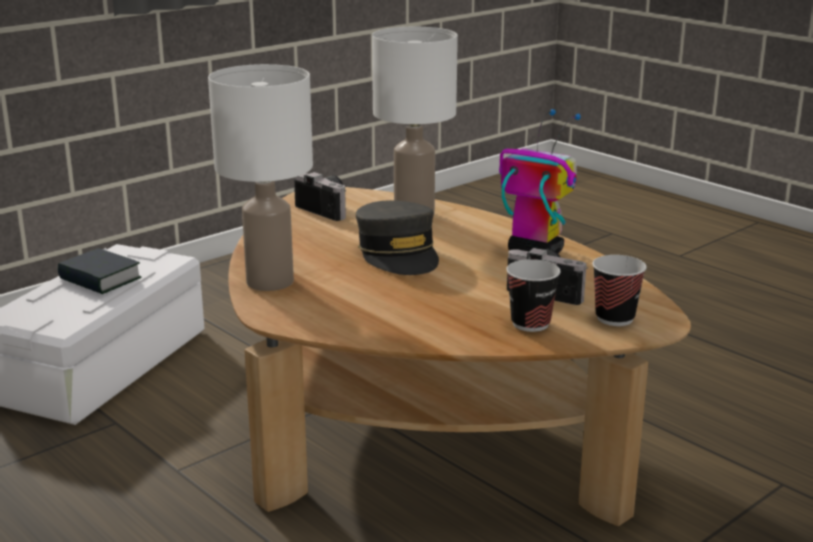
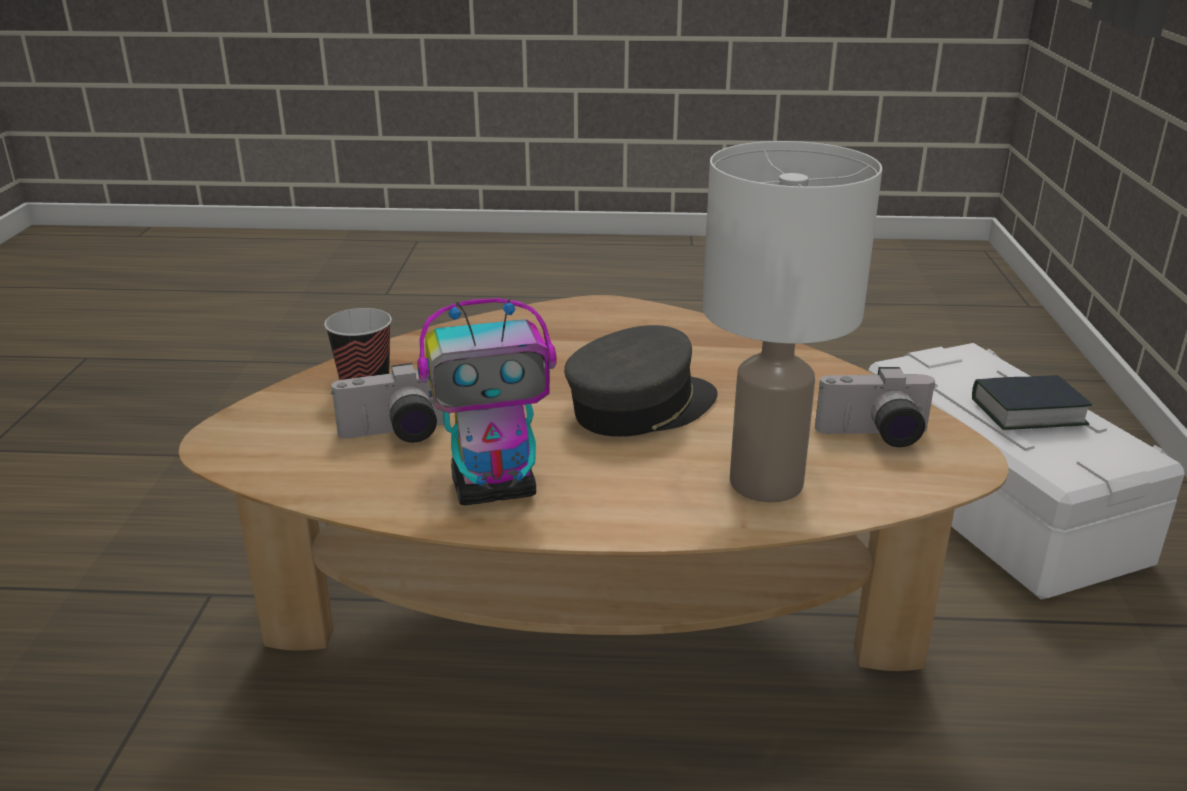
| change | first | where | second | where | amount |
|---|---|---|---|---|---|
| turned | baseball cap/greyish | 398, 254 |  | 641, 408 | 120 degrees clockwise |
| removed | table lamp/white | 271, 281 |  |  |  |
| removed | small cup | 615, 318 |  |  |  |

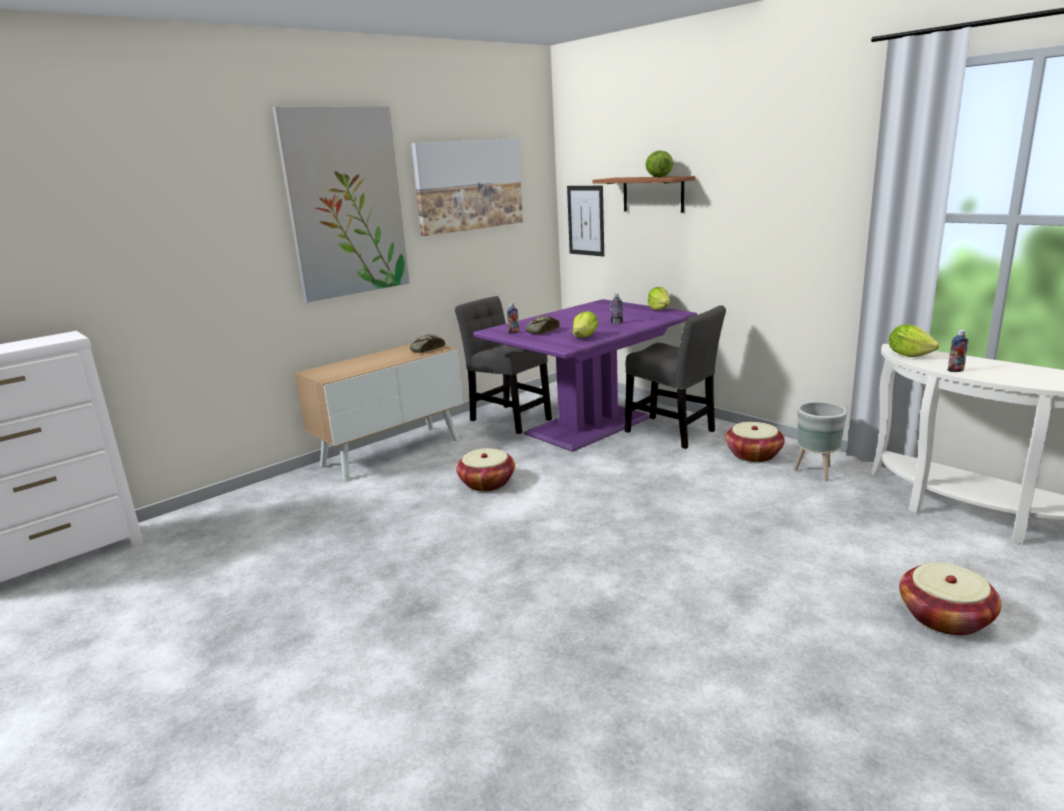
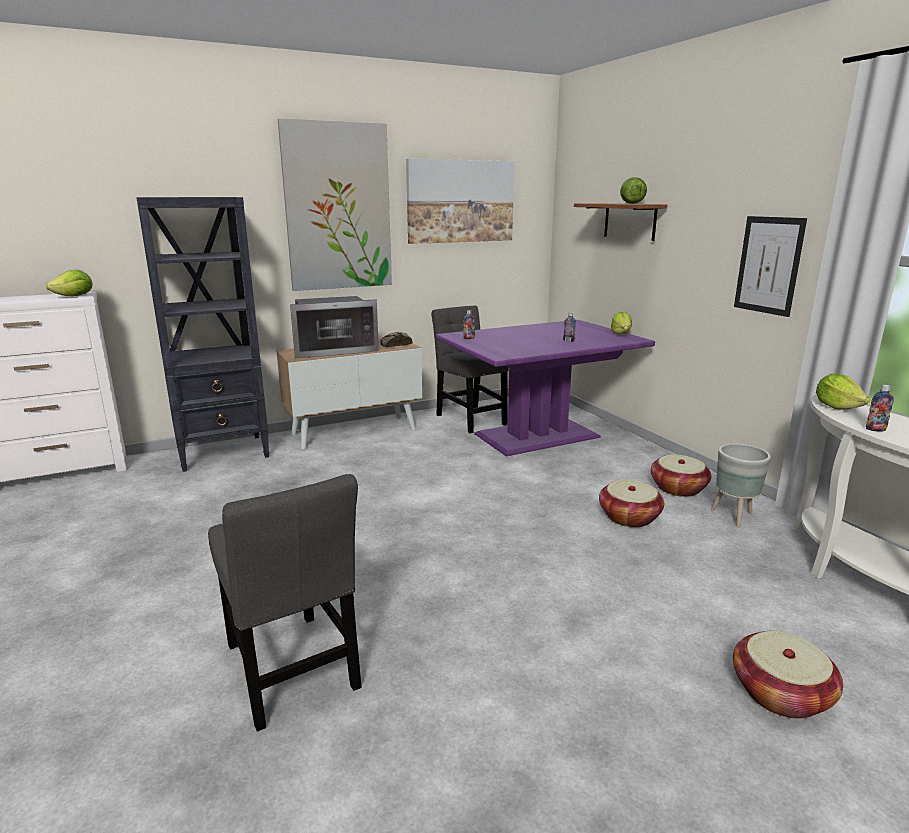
| change | first | where | second | where | amount |
|---|---|---|---|---|---|
| moved | lettuce | 584, 337 |  | 74, 296 |  |
| added |  |  | shelving unit/black-coloured | 224, 453 |  |
| moved | upright chair/greyish | 673, 433 |  | 292, 672 |  |
| added |  |  | microwave | 334, 350 |  |
| moved | household basket | 487, 483 |  | 629, 517 |  |
| moved | wall art | 586, 220 |  | 768, 265 |  |
| removed | baked bread | 541, 331 |  |  |  |

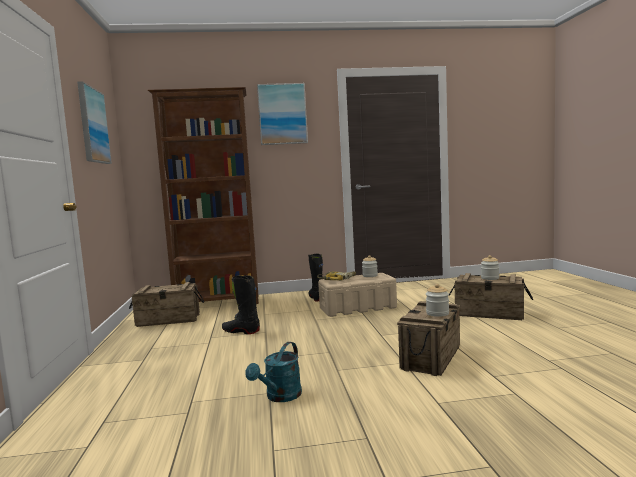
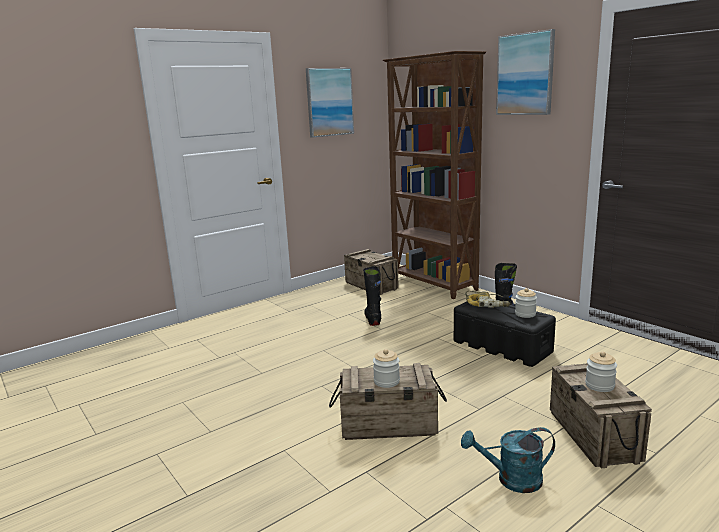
| change | first | where | second | where | amount |
|---|---|---|---|---|---|
| recoloured | storage bin/sand-coloured | 358, 308 | storage bin/black-coloured | 502, 347 |  |
| moved | sprinkling can/blue-green | 280, 397 |  | 511, 480 |  |

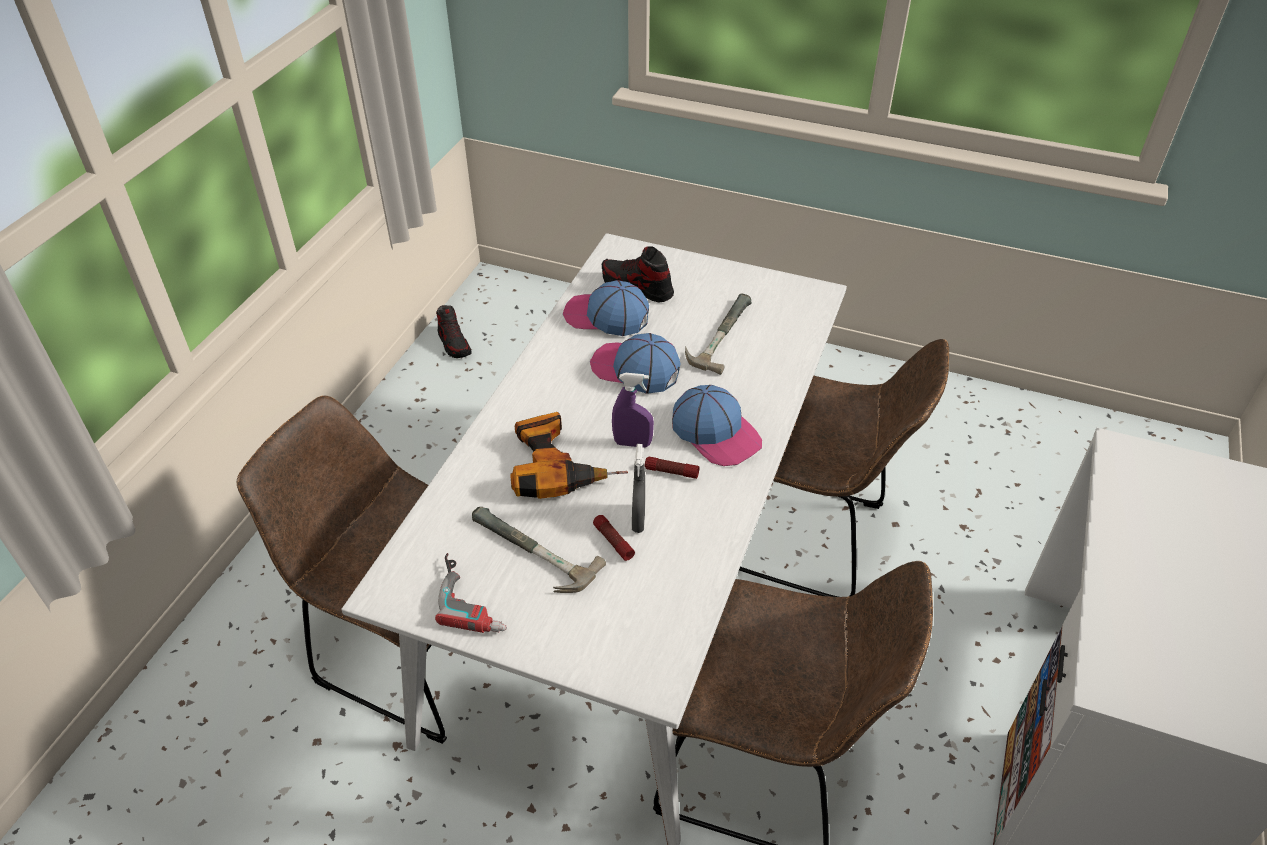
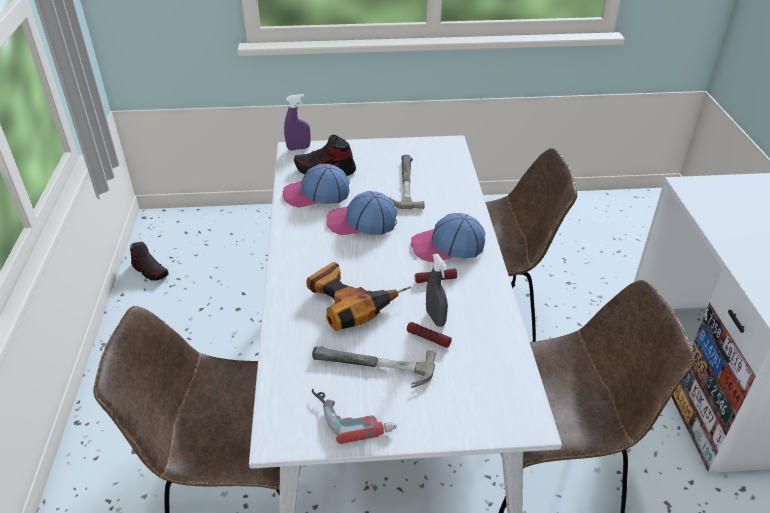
| change | first | where | second | where | amount |
|---|---|---|---|---|---|
| moved | hand sprayer/purple-coloured | 632, 443 |  | 298, 148 |  |
| turned | baseball cap | 716, 433 |  | 447, 246 | 150 degrees clockwise |

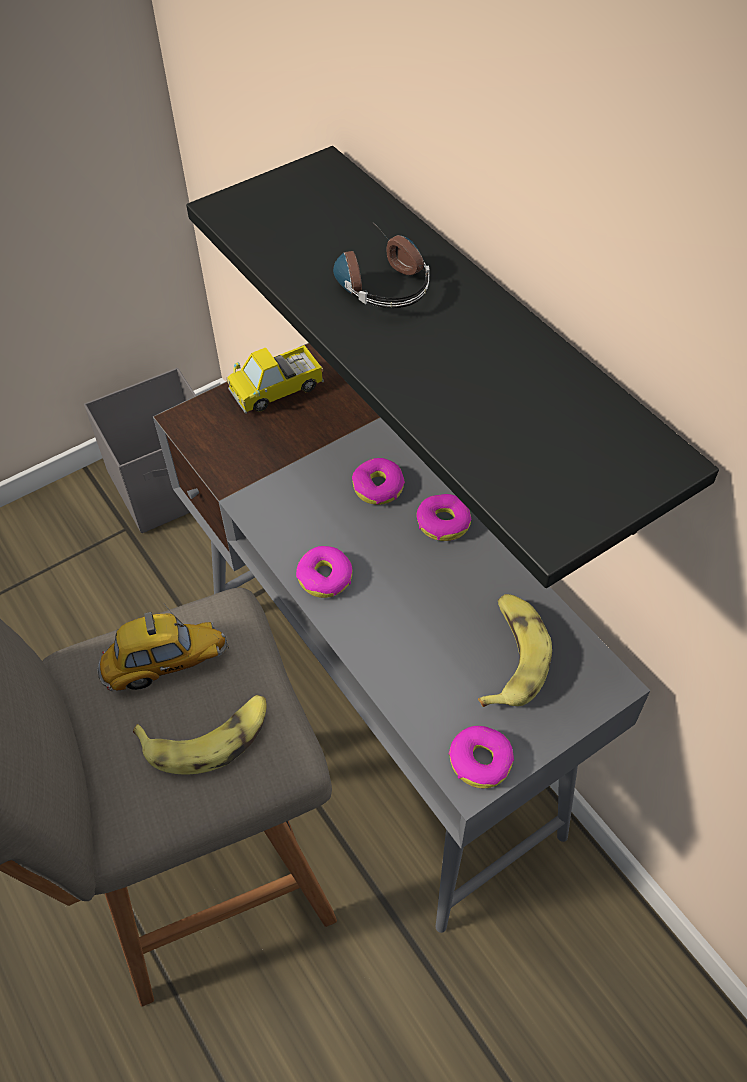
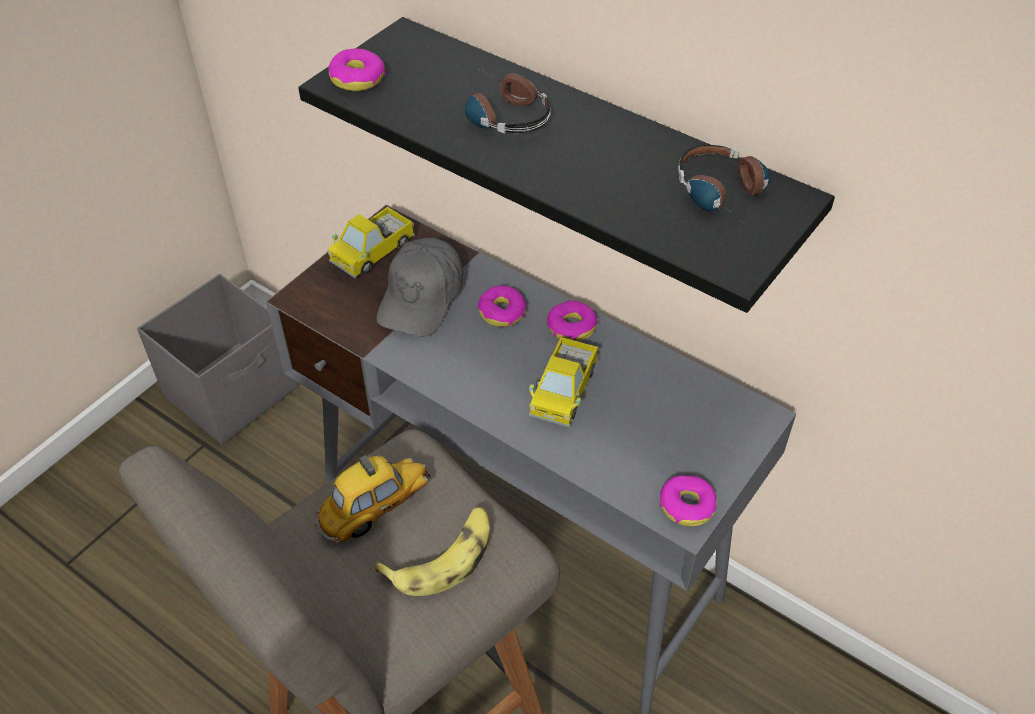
| change | first | where | second | where | amount |
|---|---|---|---|---|---|
| moved | doughnut | 325, 578 |  | 357, 78 |  |
| added |  |  | baseball cap/greyish | 422, 297 |  |
| added |  |  | toy lorry | 564, 391 |  |
| added |  |  | pair of headphones | 726, 196 |  |
| removed | whole banana | 511, 656 |  |  |  |

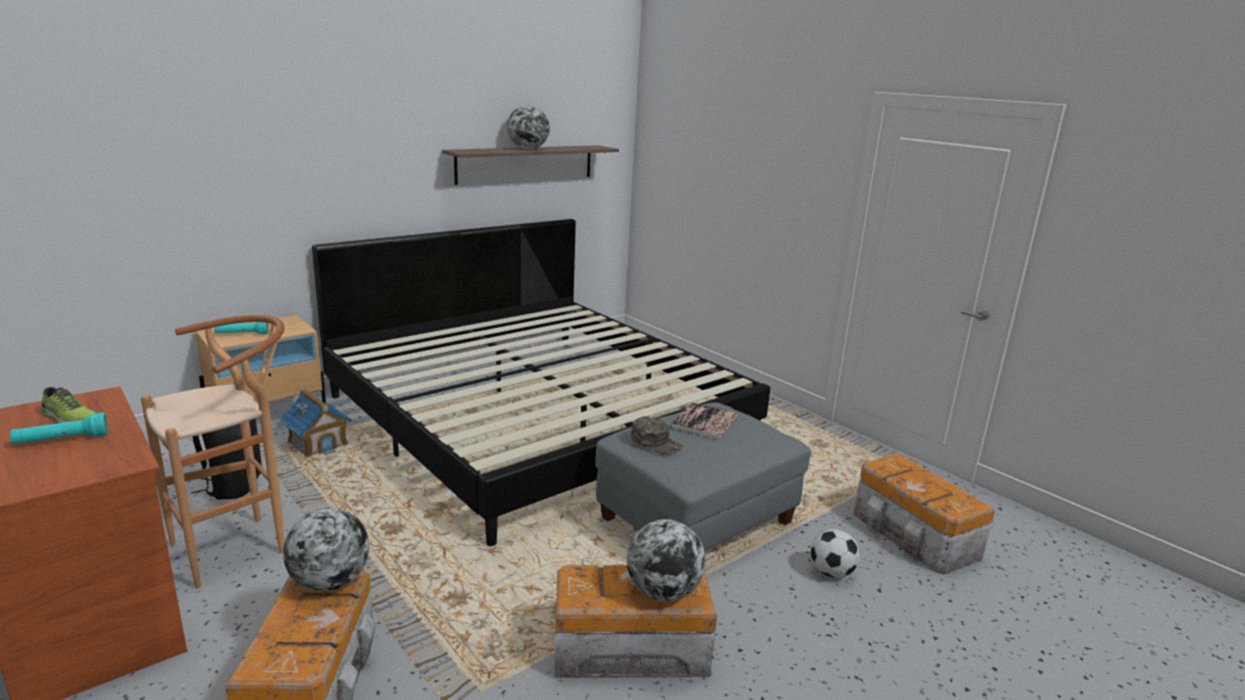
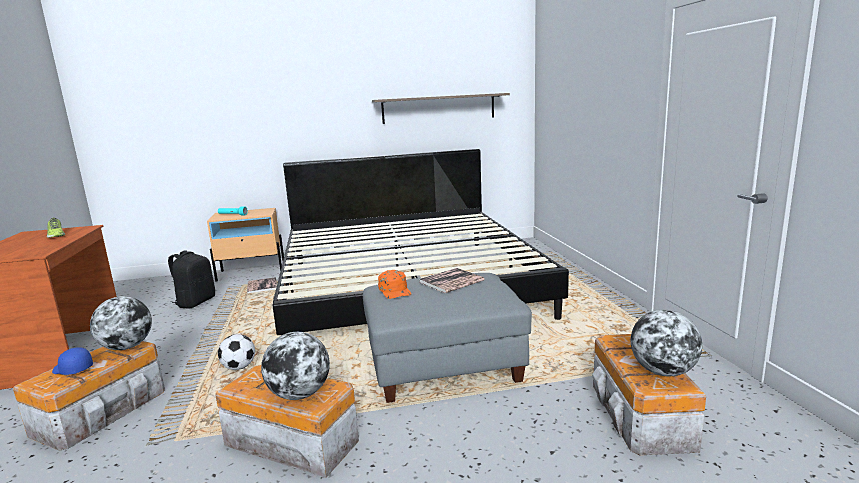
| change | first | where | second | where | amount |
|---|---|---|---|---|---|
| added |  |  | baseball cap/bluish | 72, 369 |  |
| moved | football ball | 831, 572 |  | 239, 367 |  |
| replaced | toy house | 318, 443 | book | 262, 286 |  |
| recoloured | baseball cap/greenish | 656, 442 | baseball cap/orange-coloured | 395, 290 |  |
| moved | globe | 528, 149 |  | 663, 371 |  |
| removed | torch/blue-green | 62, 440 |  |  |  |
| removed | sitting stool/brownish | 240, 545 |  |  |  |

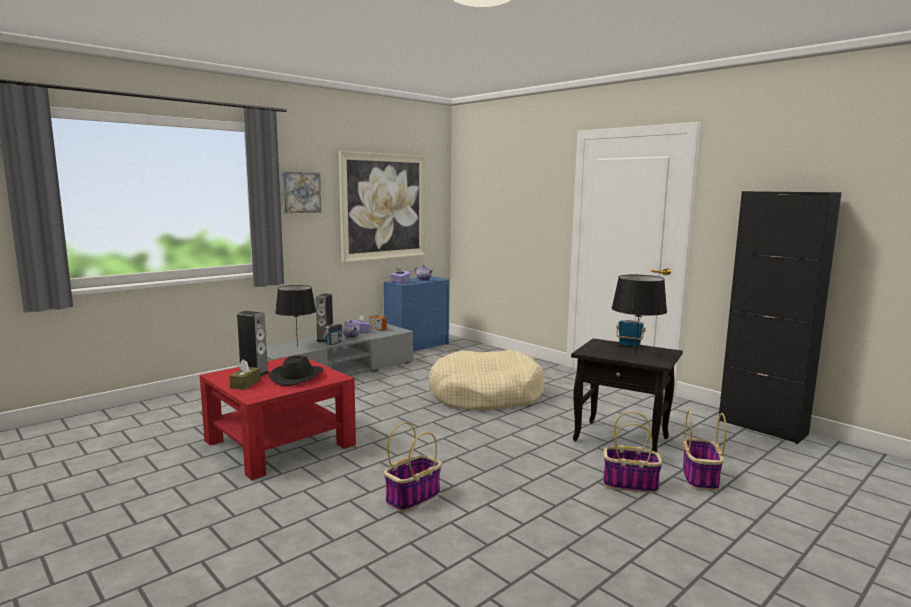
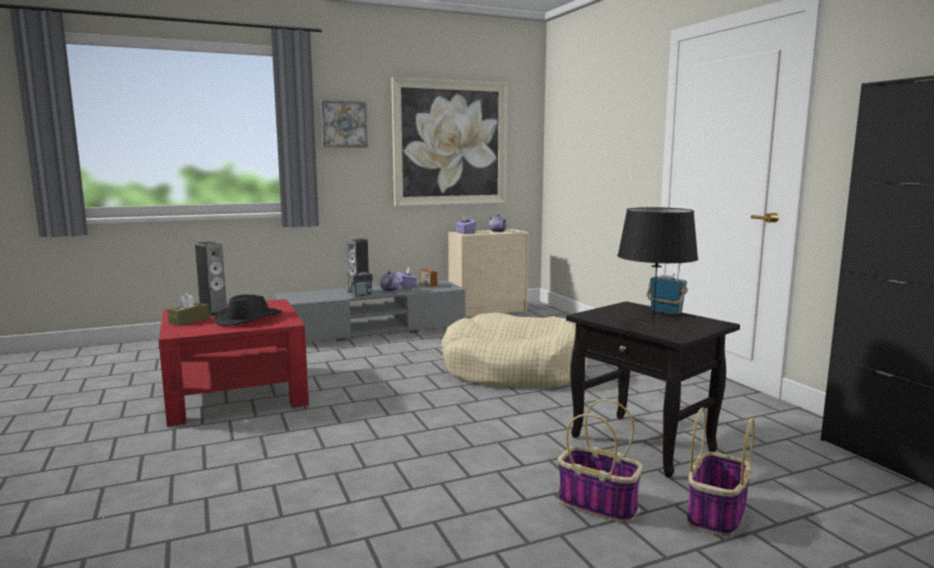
| change | first | where | second | where | amount |
|---|---|---|---|---|---|
| recoloured | dresser/bluish | 417, 346 | dresser/sand-coloured | 488, 311 |  |
| removed | table lamp/black-coloured | 297, 346 |  |  |  |
| removed | household basket | 413, 497 |  |  |  |

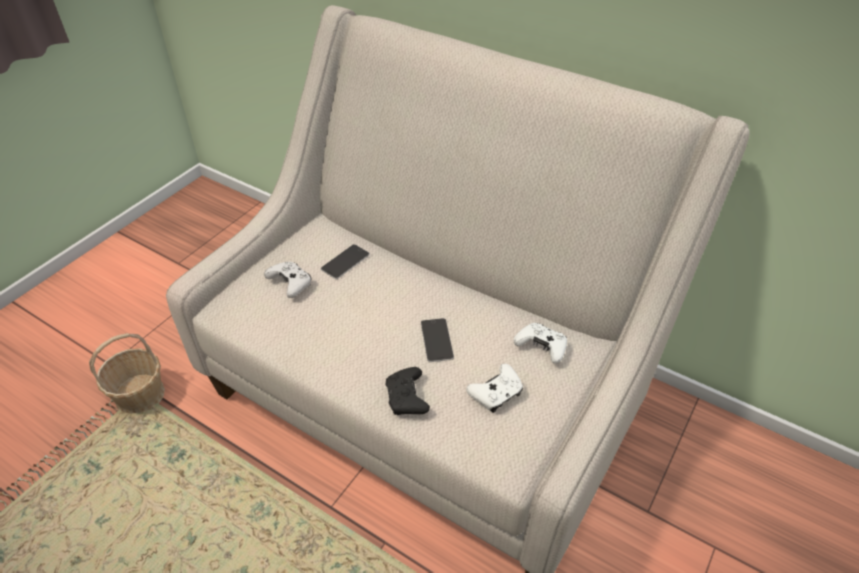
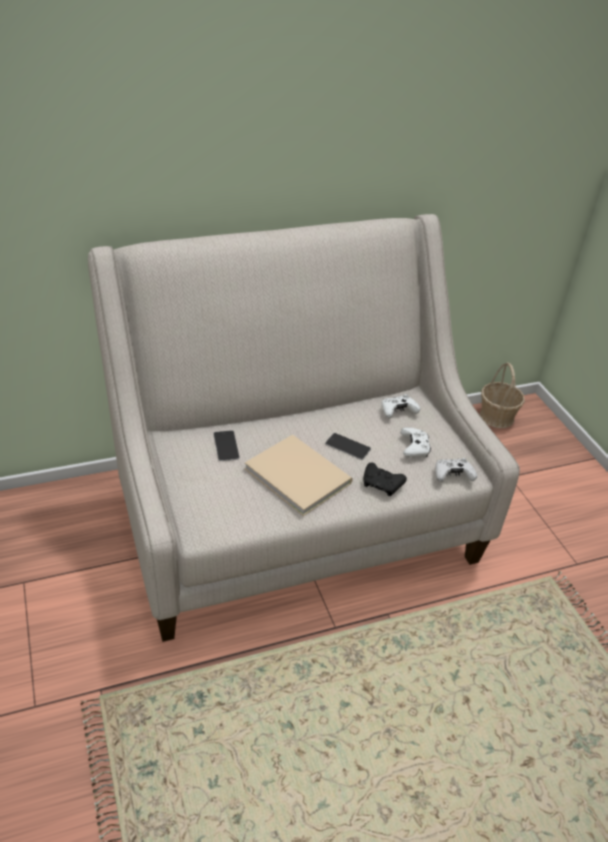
| change | first | where | second | where | amount |
|---|---|---|---|---|---|
| added |  |  | book/sand-coloured | 297, 473 |  |
| moved | game controller/white | 290, 284 |  | 452, 475 |  |
| moved | household basket | 140, 395 |  | 497, 416 |  |

